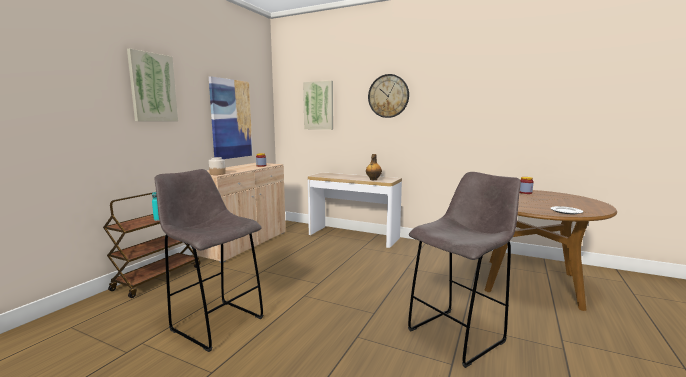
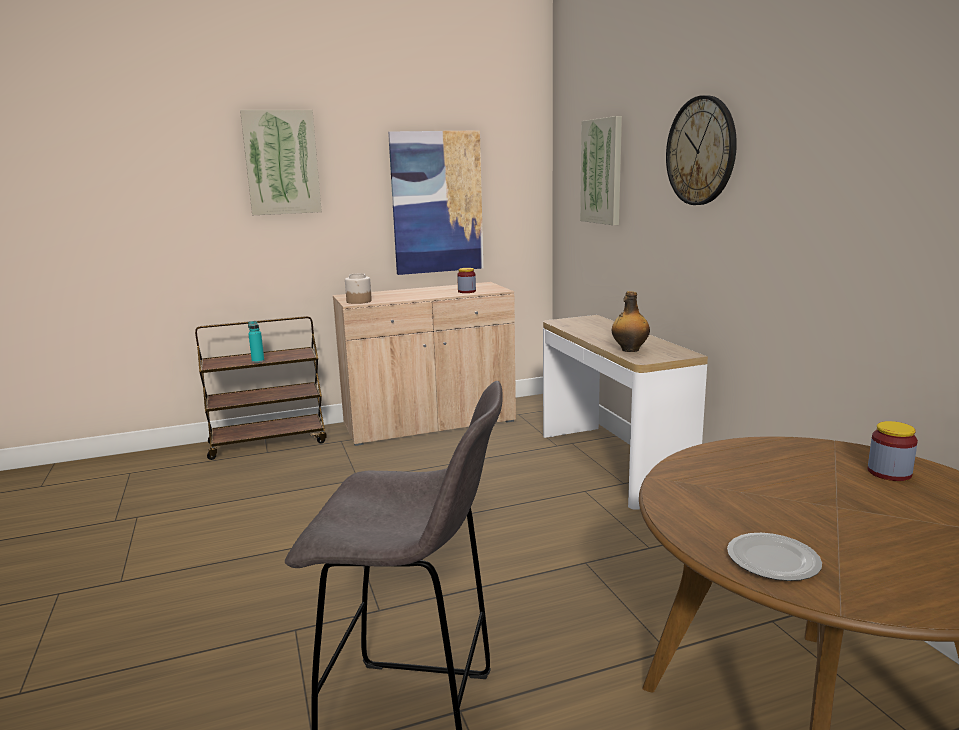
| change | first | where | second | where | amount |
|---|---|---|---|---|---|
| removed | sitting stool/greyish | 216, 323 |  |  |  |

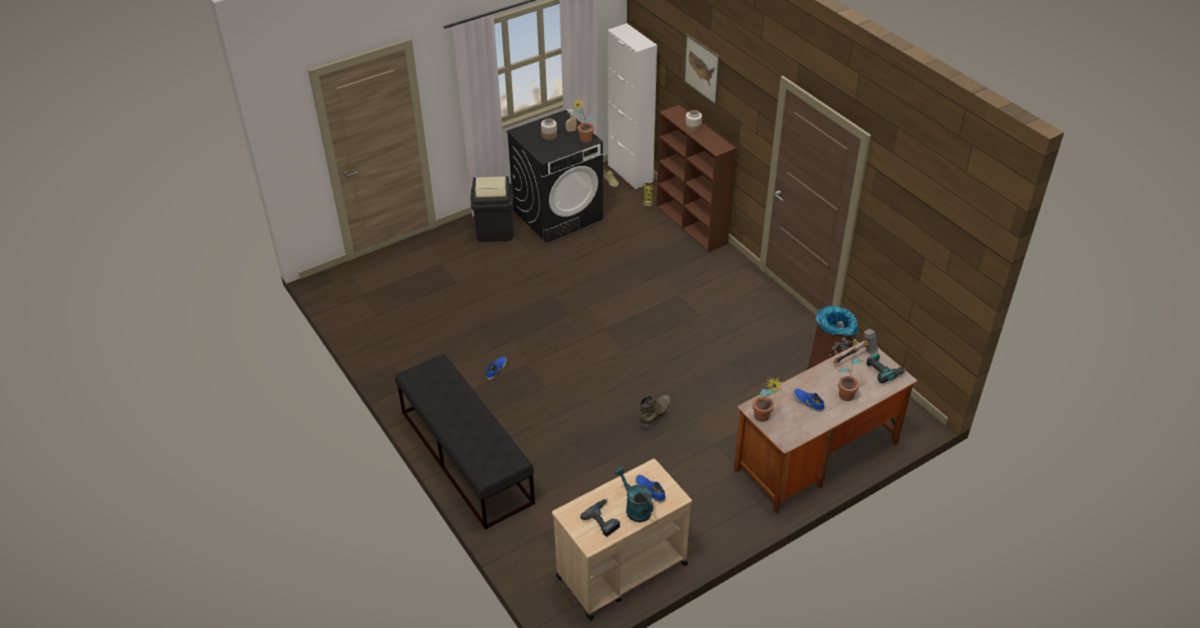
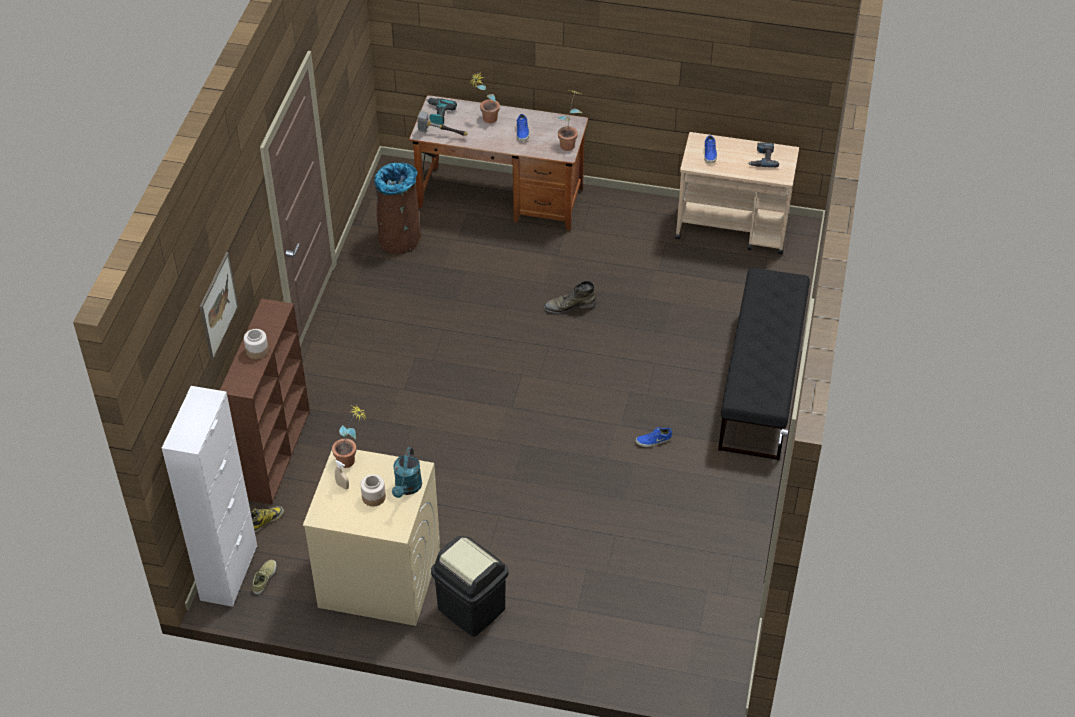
| change | first | where | second | where | amount |
|---|---|---|---|---|---|
| recoloured | washing machine/black-coloured | 558, 214 | washing machine/sand-coloured | 379, 577 |  |
| moved | sprinkling can/blue-green | 635, 508 |  | 407, 488 |  |

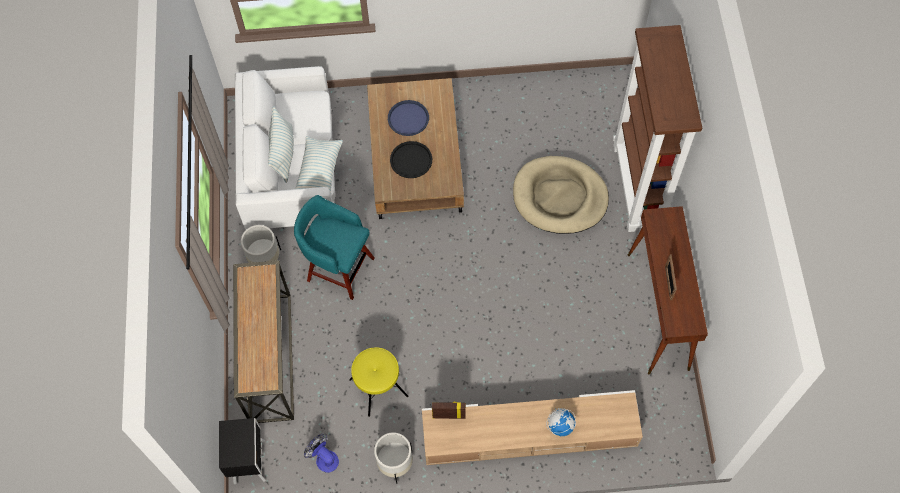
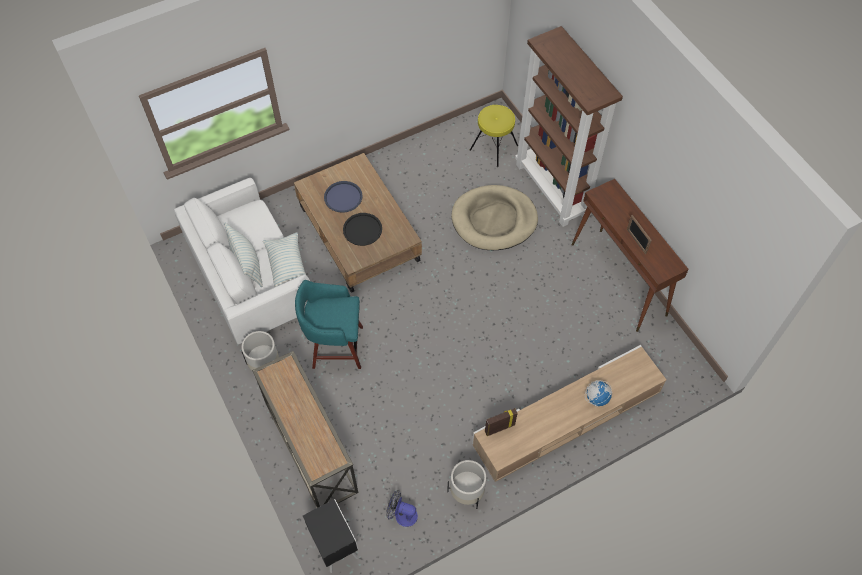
| change | first | where | second | where | amount |
|---|---|---|---|---|---|
| moved | sitting stool/yellowish | 379, 388 |  | 494, 147 |  |

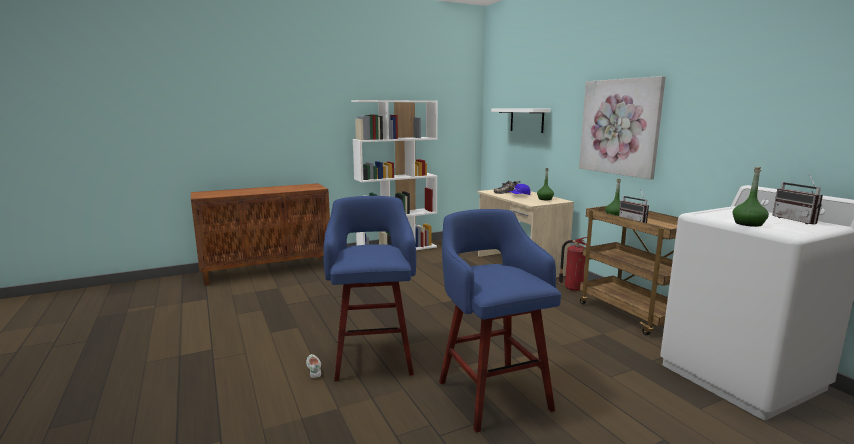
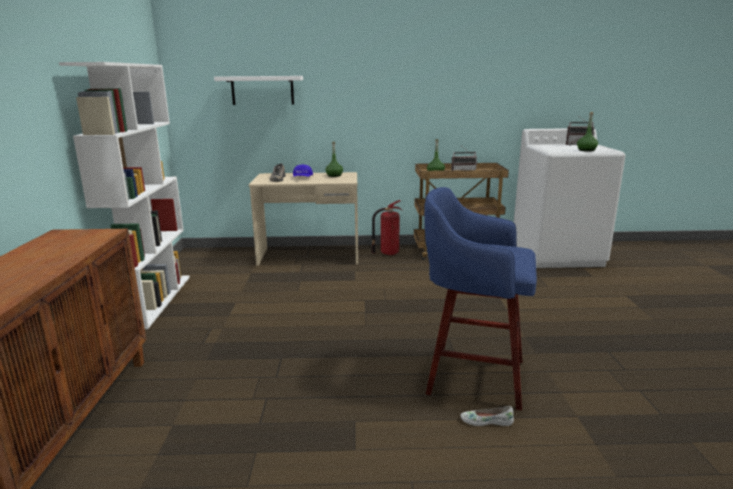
| change | first | where | second | where | amount |
|---|---|---|---|---|---|
| removed | sitting stool/bluish | 492, 393 |  |  |  |
| removed | wall art | 619, 127 |  |  |  |

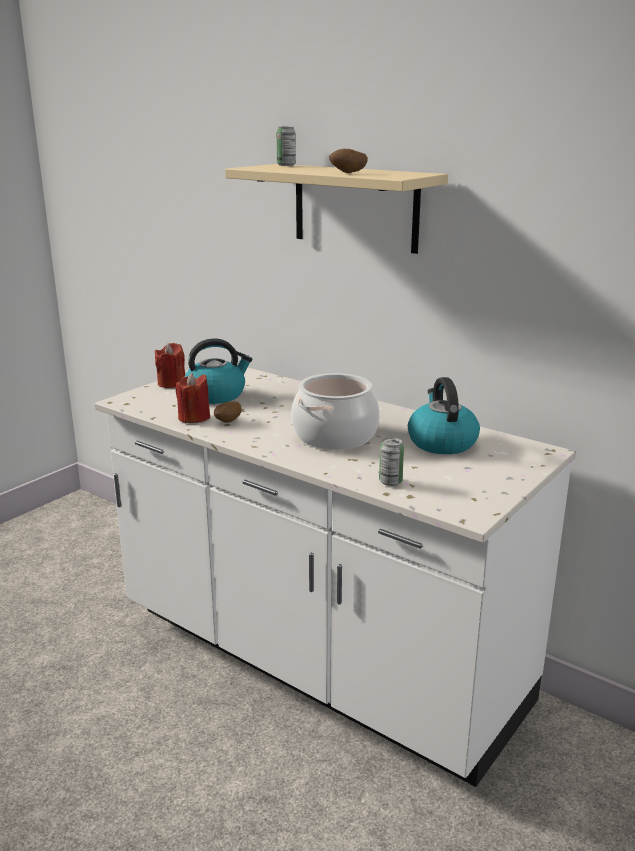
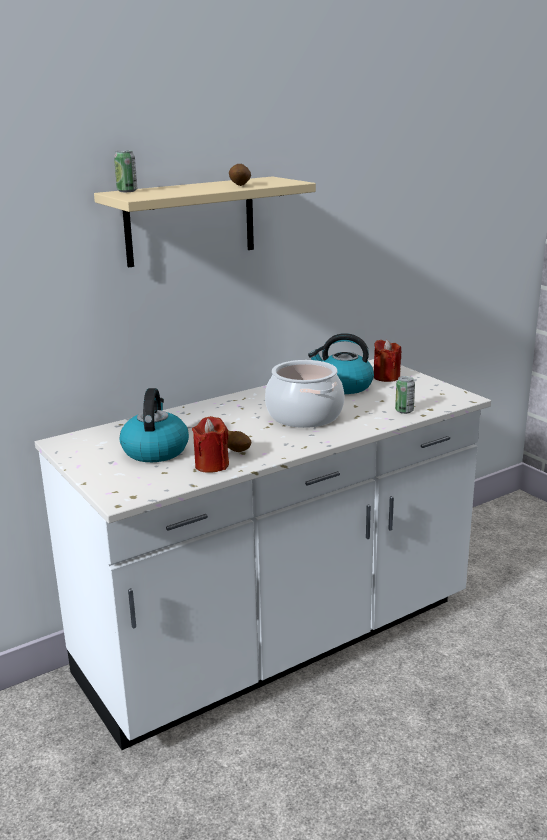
| change | first | where | second | where | amount |
|---|---|---|---|---|---|
| moved | wax light/red-coloured | 172, 383 |  | 386, 377 |  |

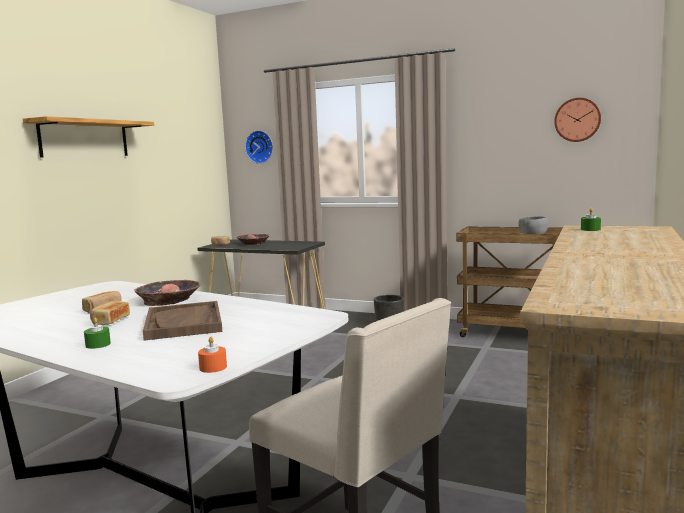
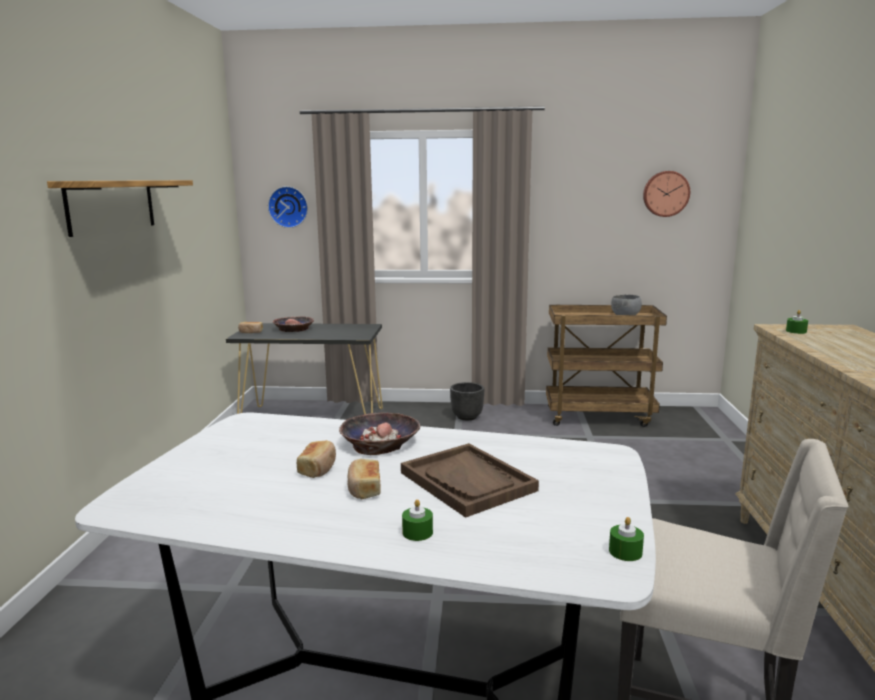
| change | first | where | second | where | amount |
|---|---|---|---|---|---|
| recoloured | wax light/orange-coloured | 213, 367 | wax light/greenish | 625, 552 |  |

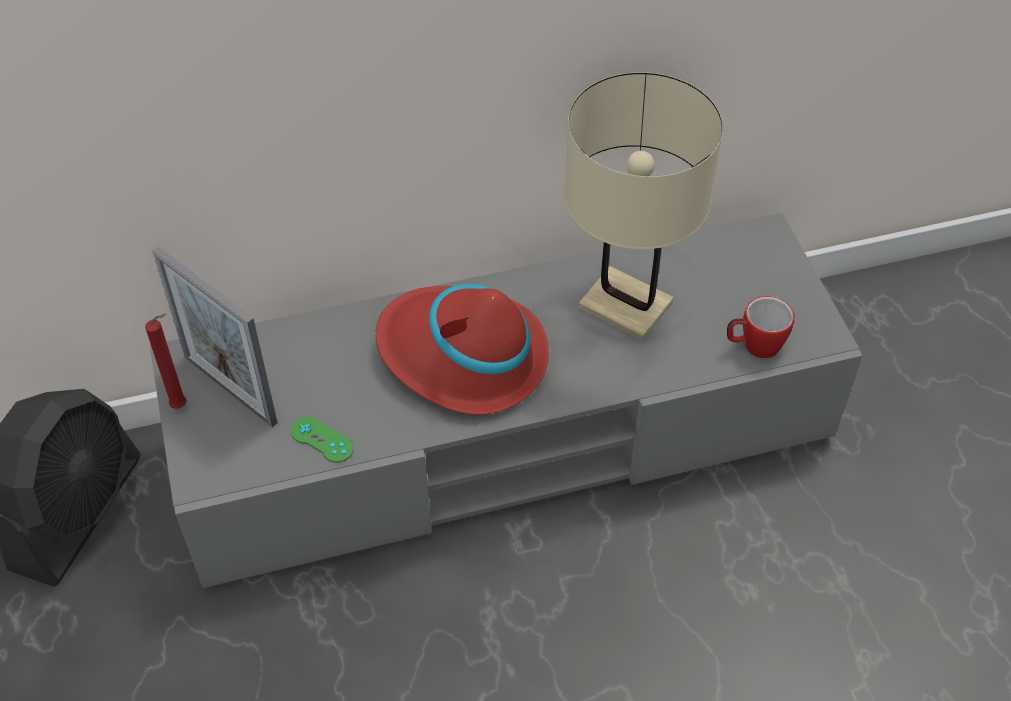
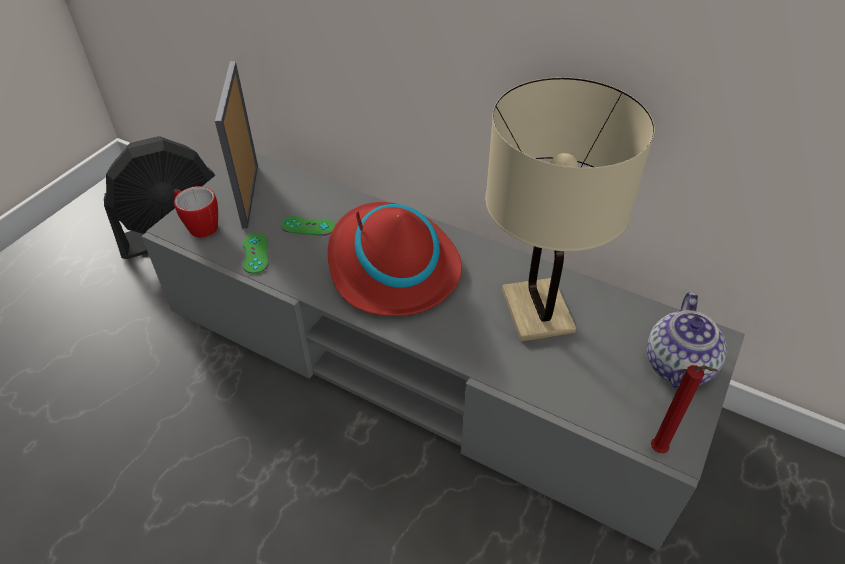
| change | first | where | second | where | amount |
|---|---|---|---|---|---|
| moved | tea mug | 754, 346 |  | 199, 226 |  |
| added |  |  | game controller/greenish | 308, 226 |  |
| added |  |  | pot for tea | 679, 366 |  |
| moved | wax light/red-coloured | 182, 406 |  | 660, 451 |  |

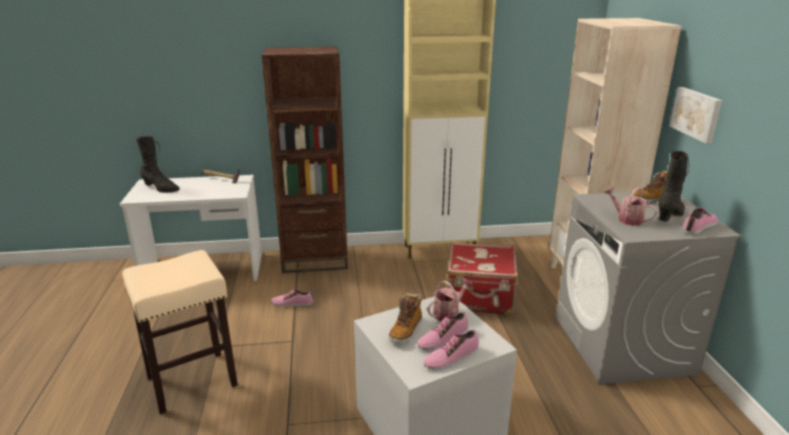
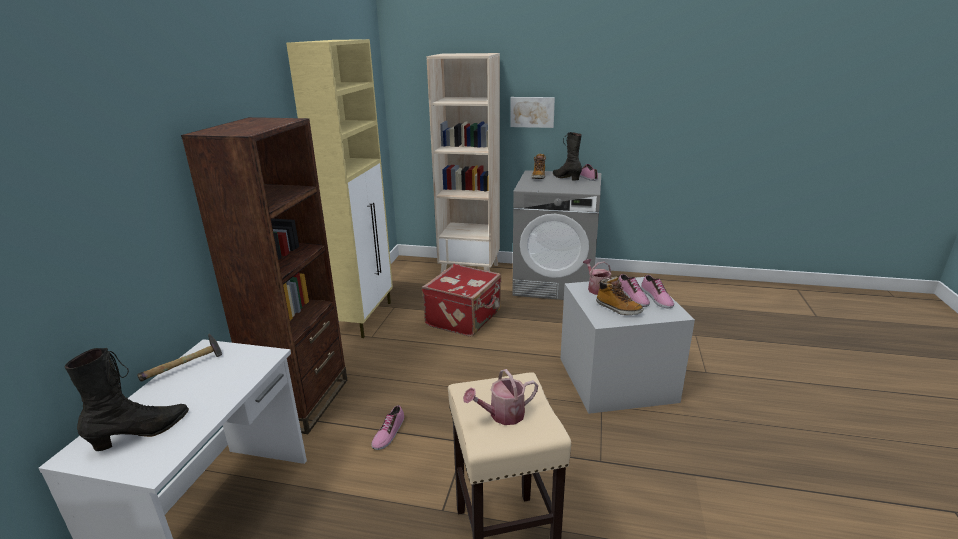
| change | first | where | second | where | amount |
|---|---|---|---|---|---|
| moved | sprinkling can | 626, 219 |  | 502, 415 |  |

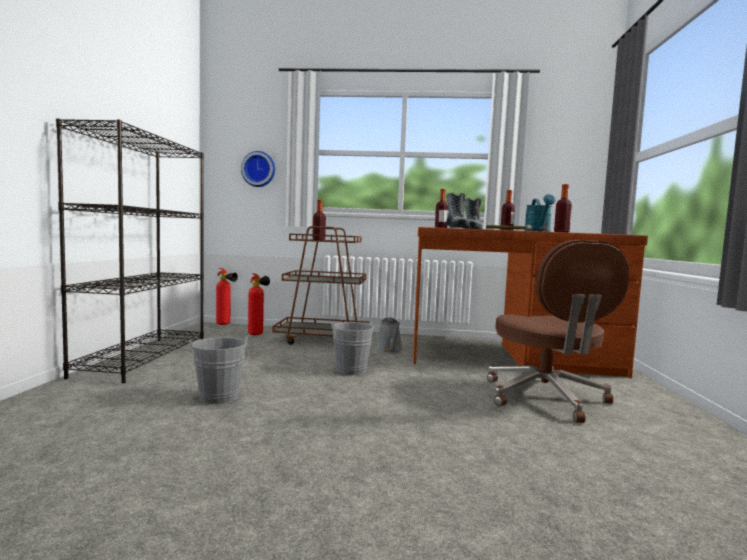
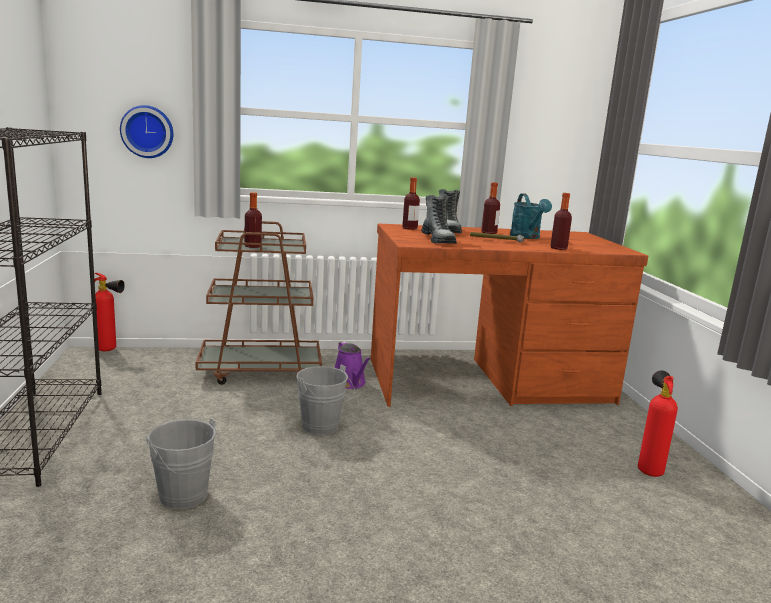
| change | first | where | second | where | amount |
|---|---|---|---|---|---|
| recoloured | sprinkling can/greyish | 389, 350 | sprinkling can/purple-coloured | 350, 383 |  |
| moved | extinguisher | 257, 334 |  | 648, 470 |  |
| removed | desk chair/brownish | 546, 398 |  |  |  |

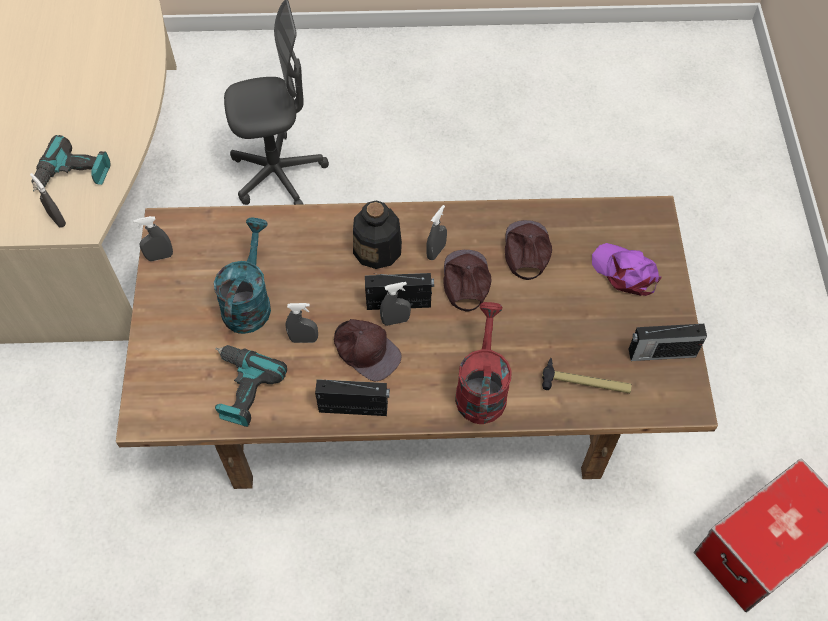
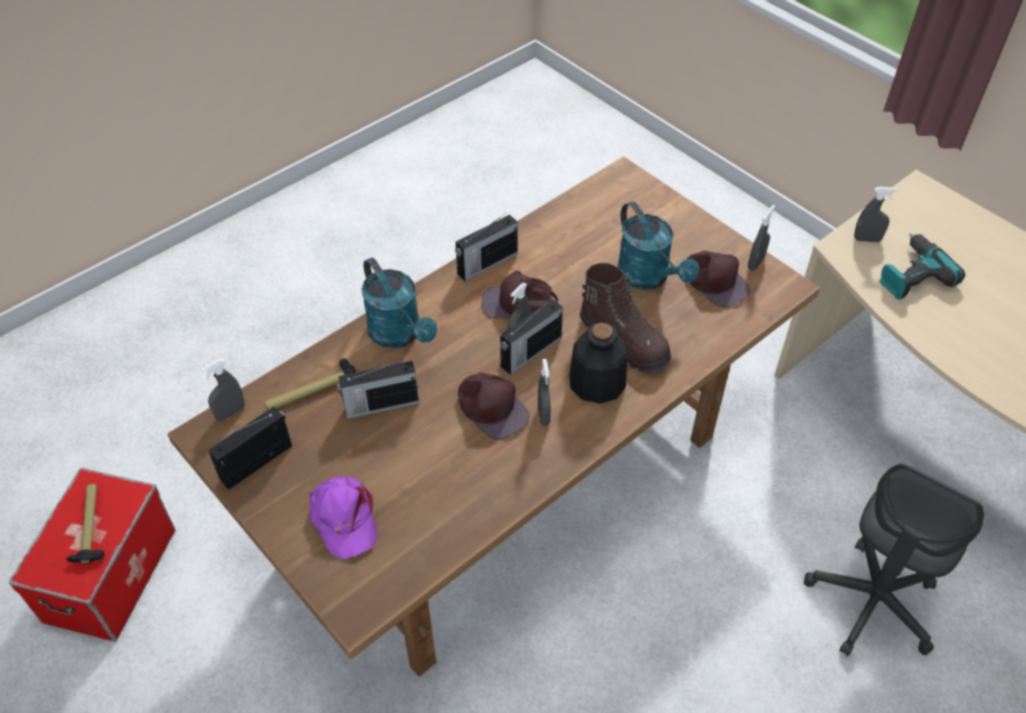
| change | first | where | second | where | amount |
|---|---|---|---|---|---|
| added |  |  | hand hammer | 90, 526 |  |
| moved | hand sprayer/greyish | 304, 339 |  | 230, 413 |  |
| turned | baseball cap/purple-coloured | 625, 272 |  | 343, 518 | 60 degrees clockwise |
| added |  |  | radio | 380, 405 |  |
| recoloured | sprinkling can/red-coloured | 481, 388 | sprinkling can/blue-green | 400, 335 |  |
| added |  |  | boot/brownish | 625, 341 |  |
| moved | baseball cap/brownish | 526, 250 |  | 715, 281 |  |
| removed | power drill | 242, 389 |  |  |  |

